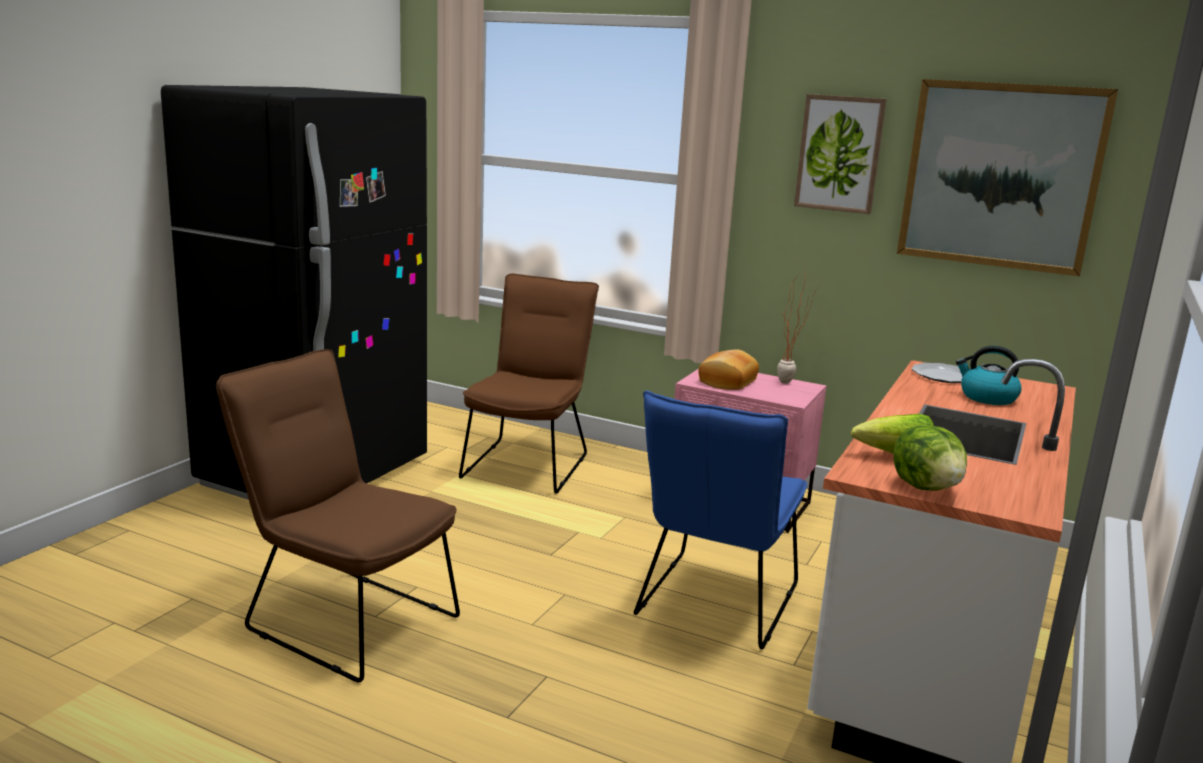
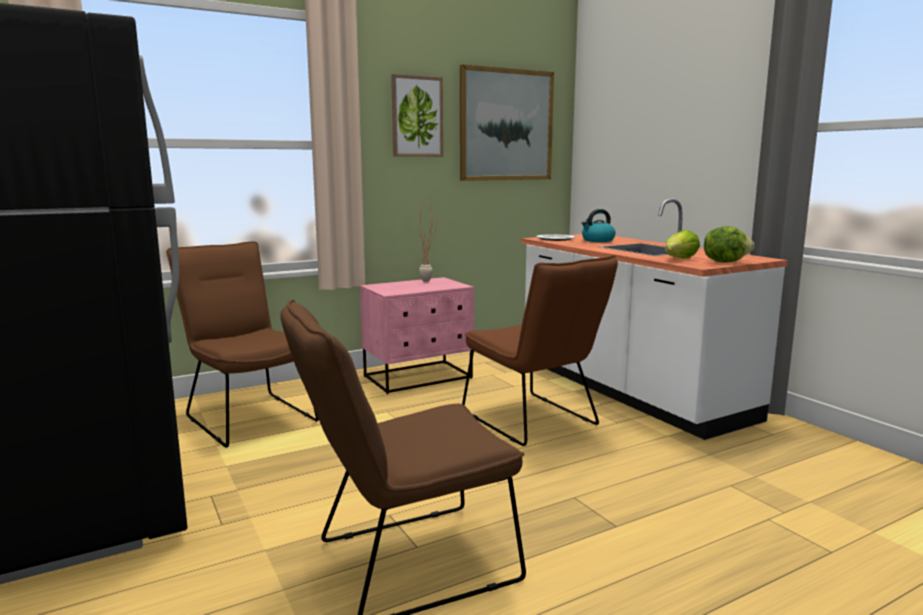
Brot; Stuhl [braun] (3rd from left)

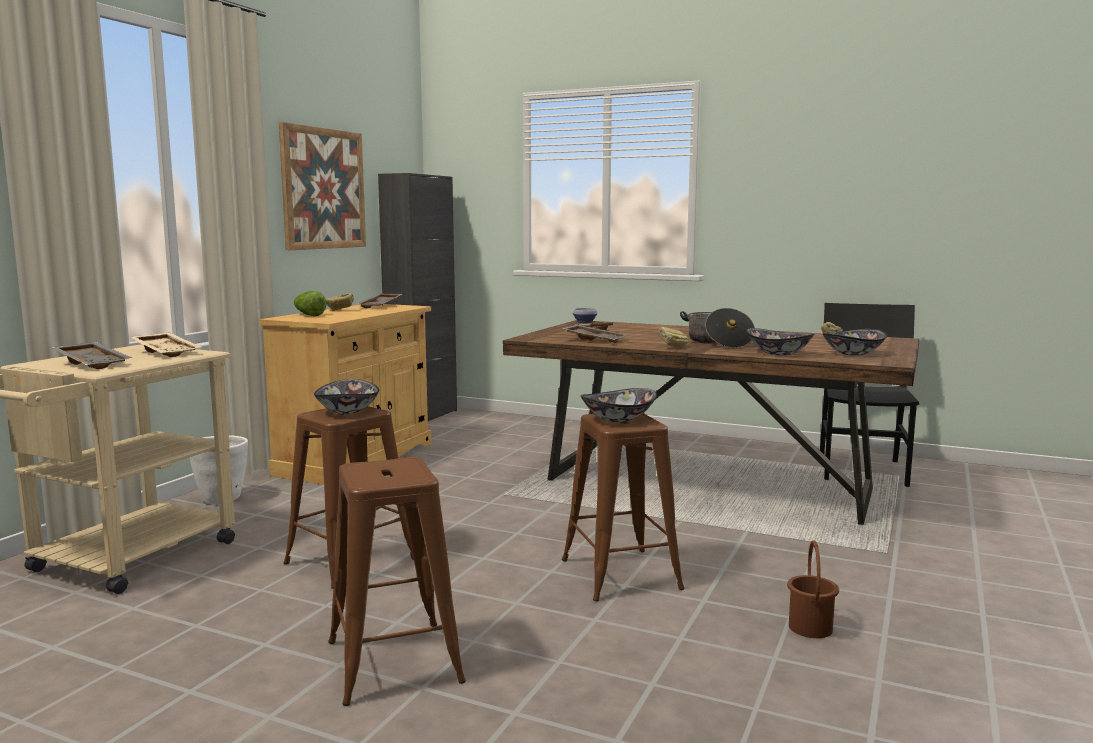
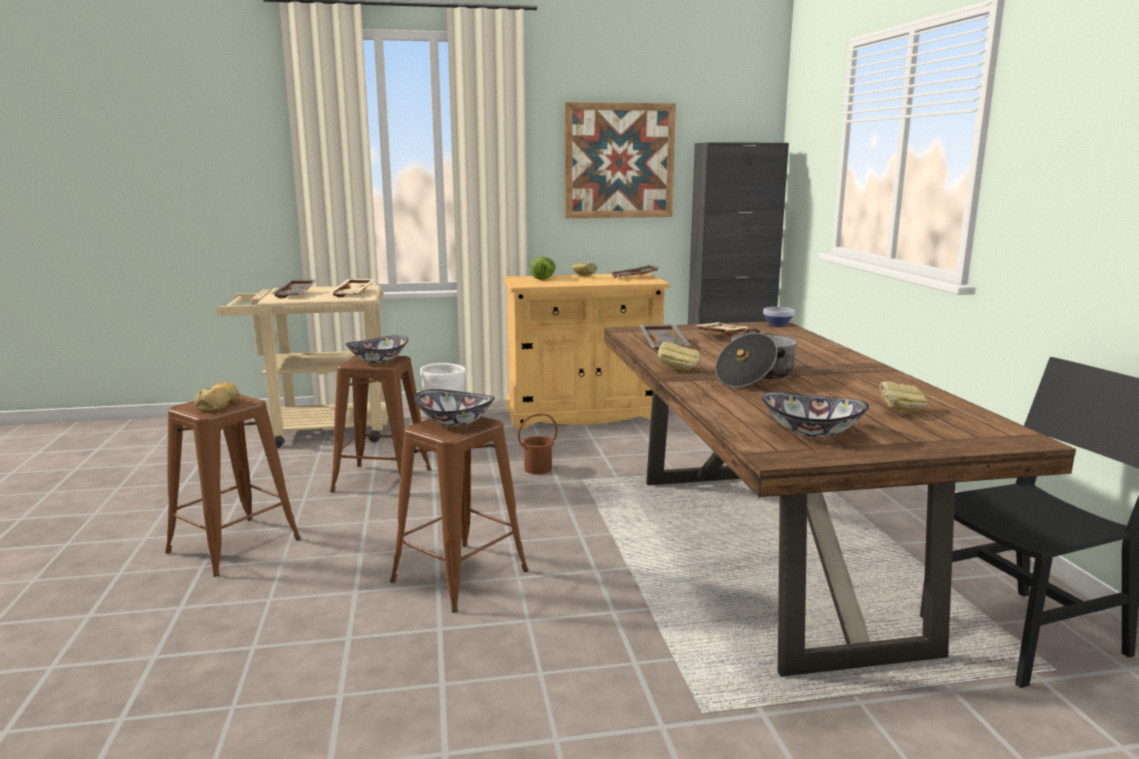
Schüssel (4th from left in the first image); Eimer [braun]; Brot (1st from left)

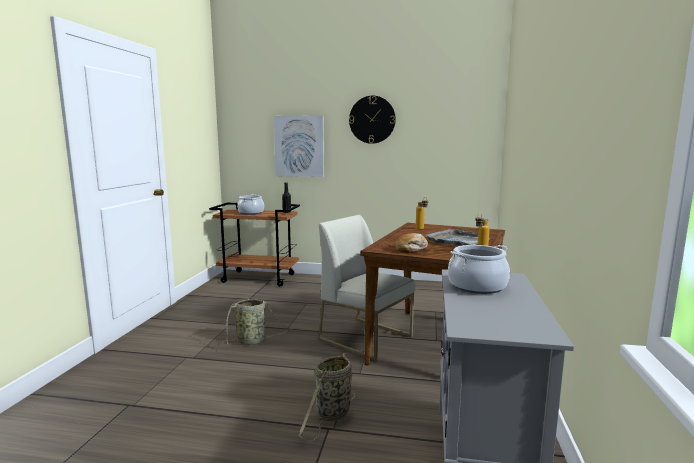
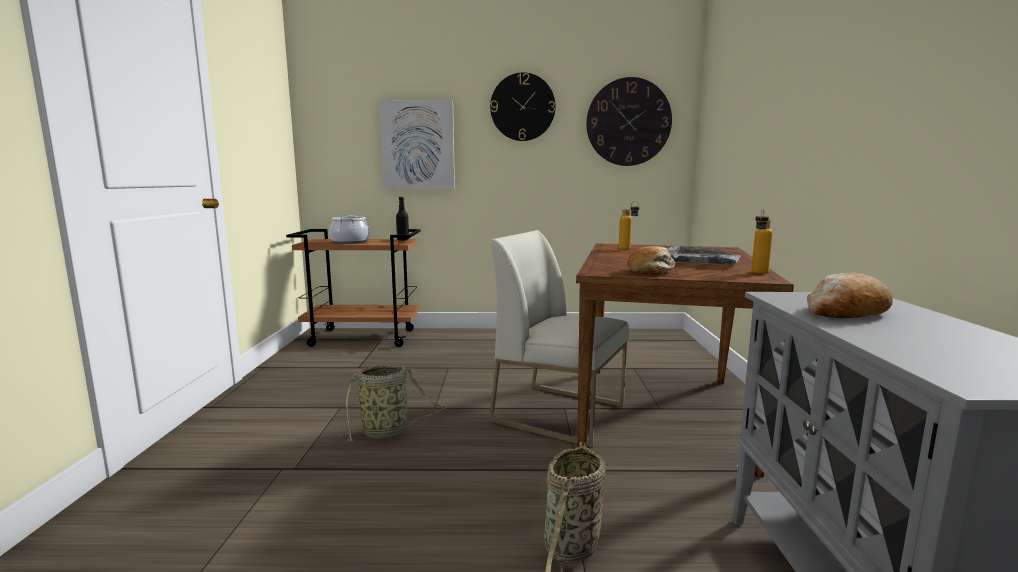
Brot (2nd from left); Wanduhr (2nd from left)

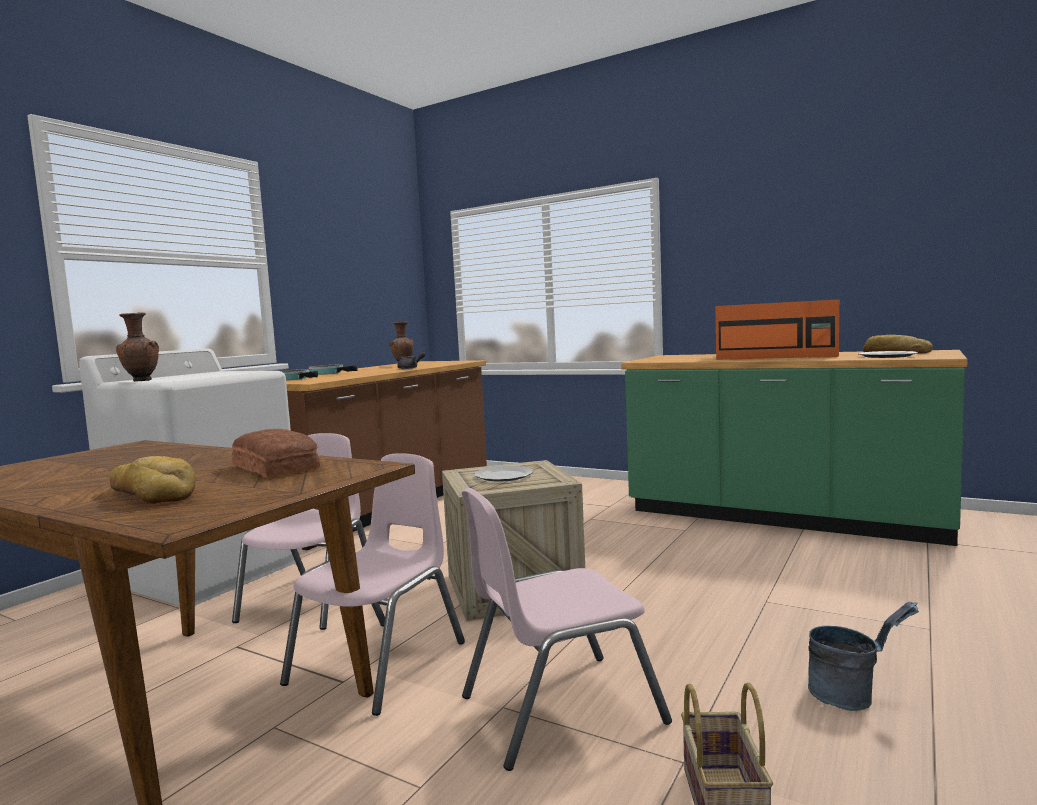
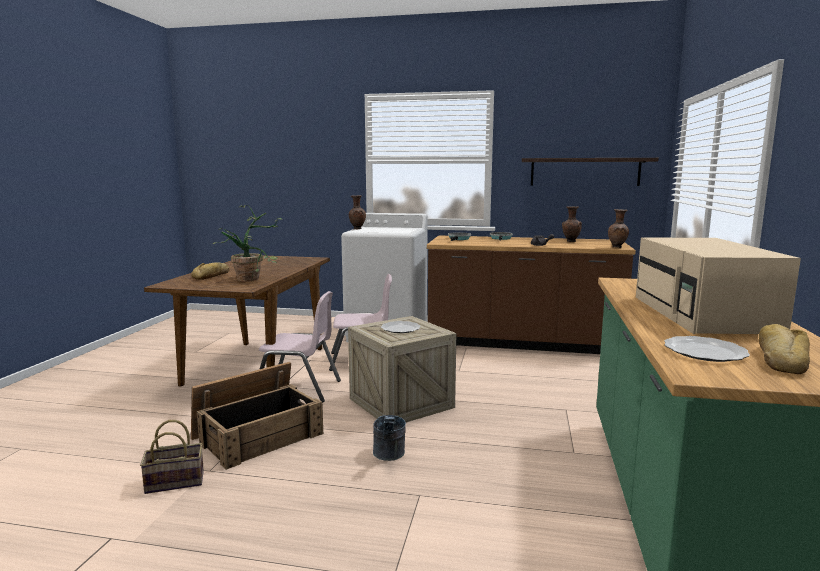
Mikrowelle [beige]; Topfpflanze; Kiste (1st from left); Eimer [grau]; Wandregal; Vase [braun] (3rd from left)

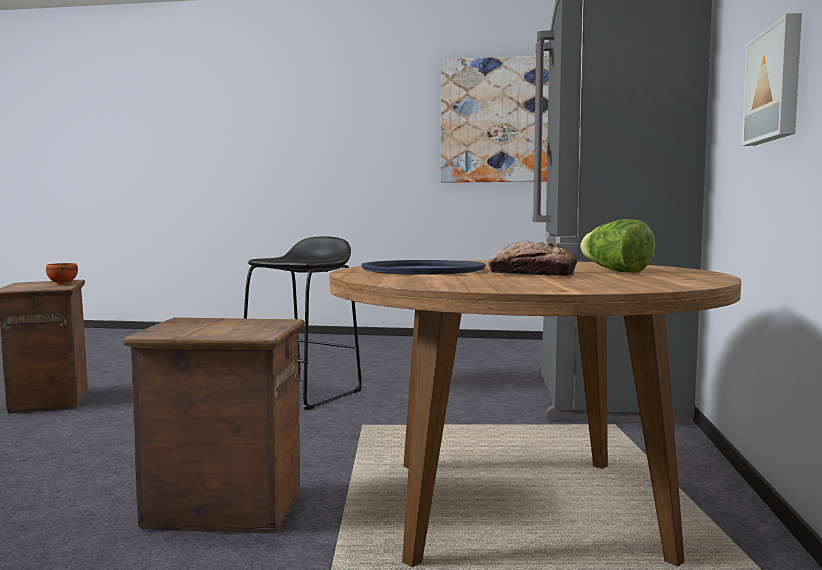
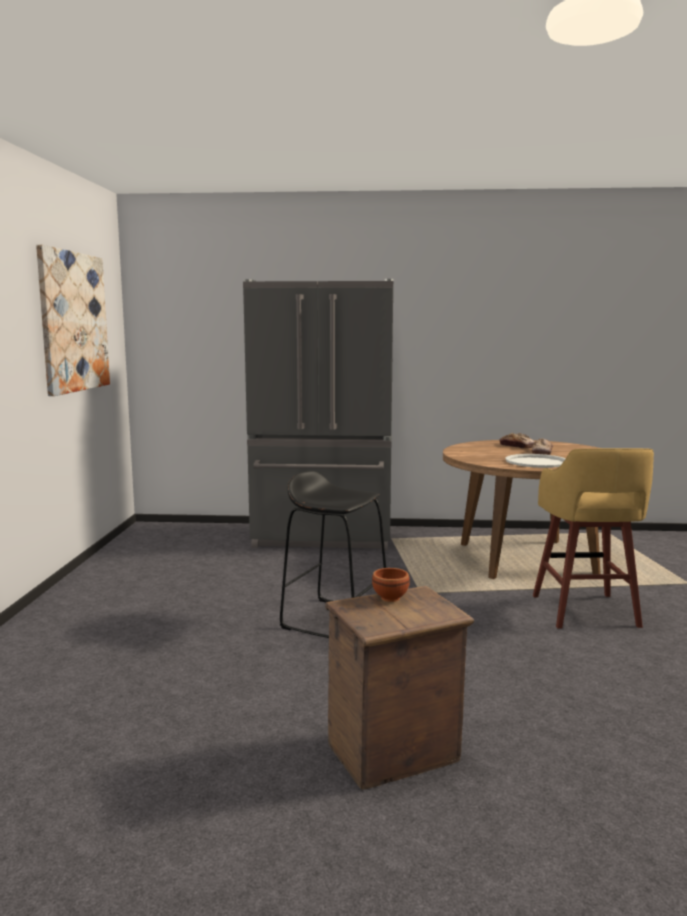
Bild (2nd from left in the first image); Brot (1st from left); Tablett [weiß]; Hocker [gelb]

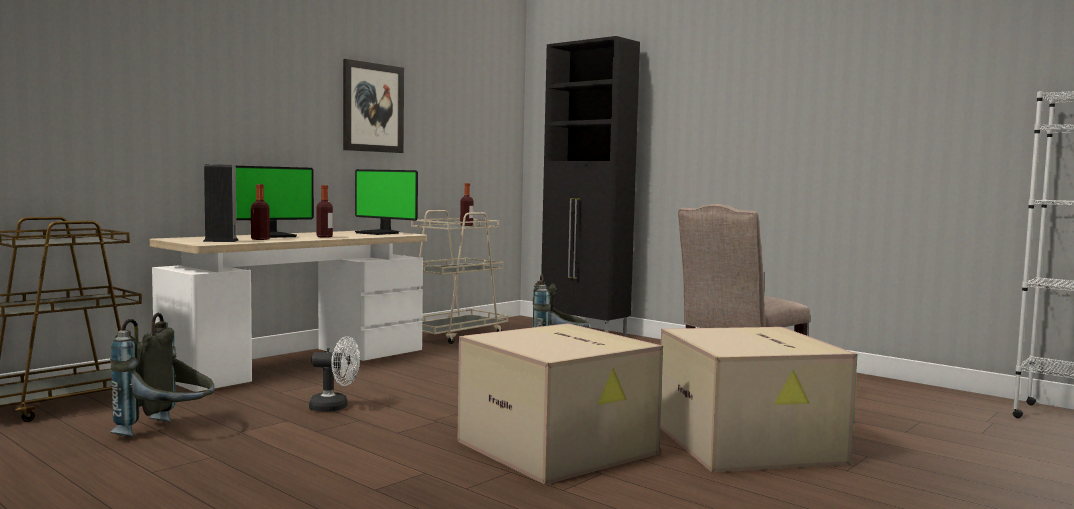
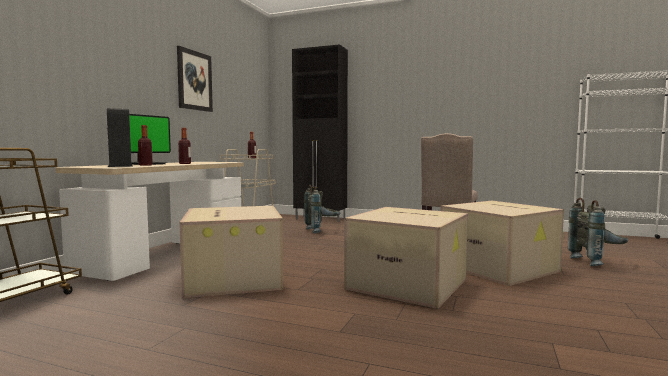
Monitor (2nd from left in the first image); Rucksack [grau] (2nd from left); Karton (1st from left)

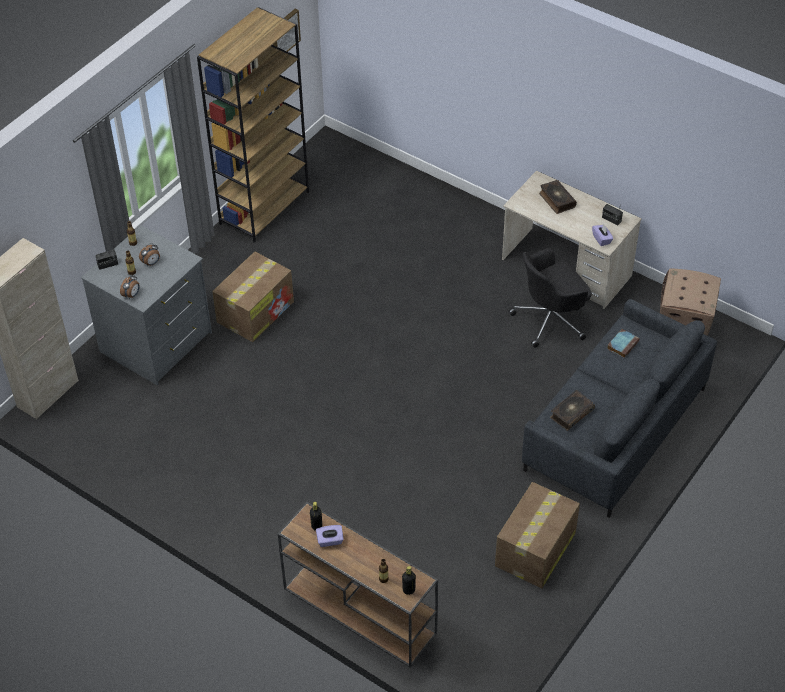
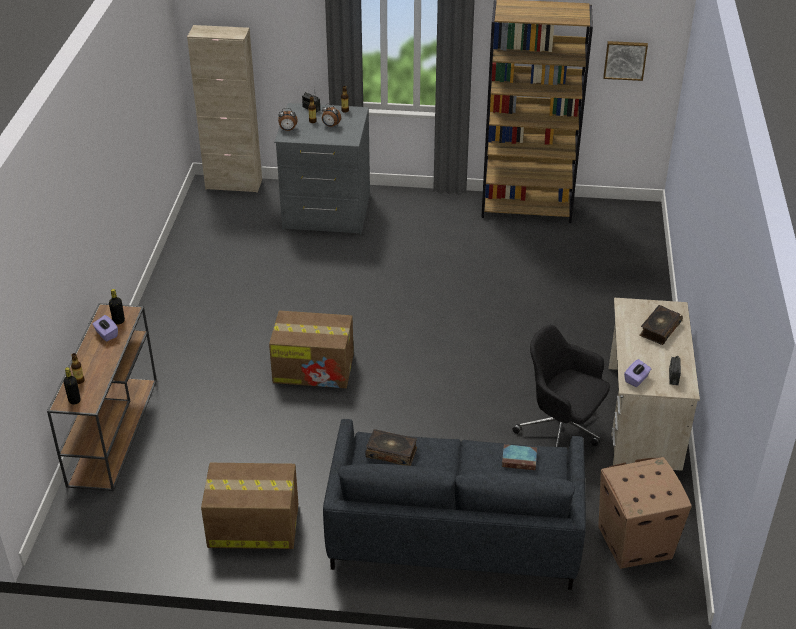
Karton (2nd from left)

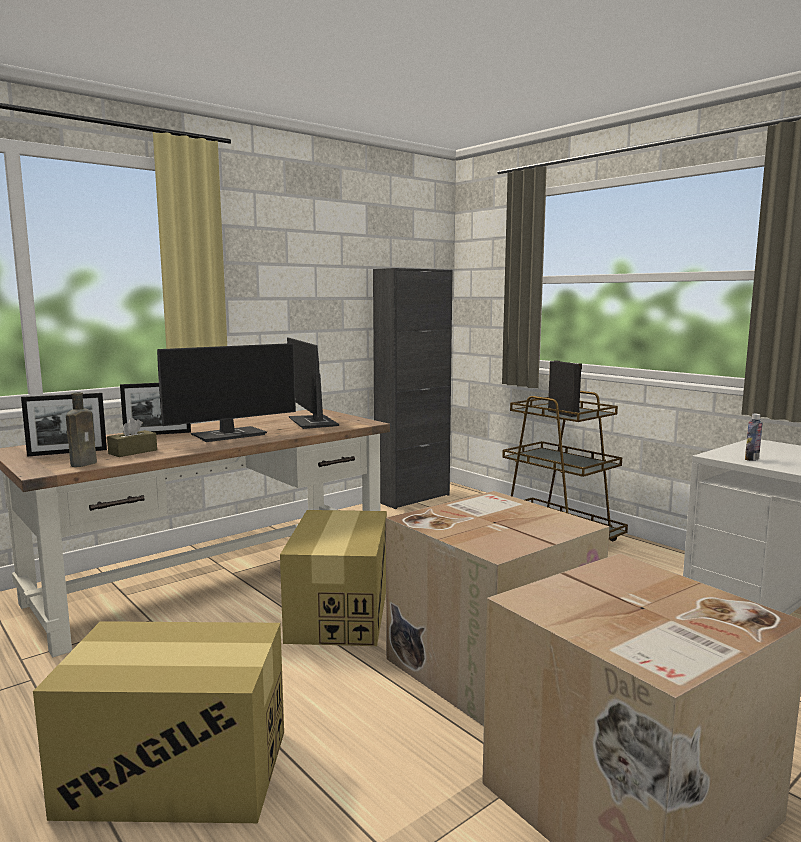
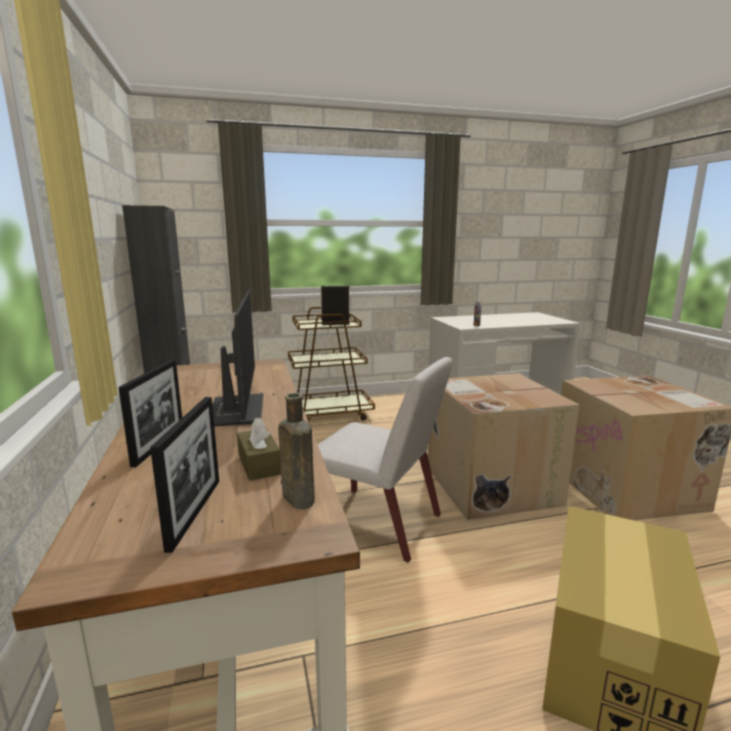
Monitor (2nd from left in the first image); Stuhl [weiß]

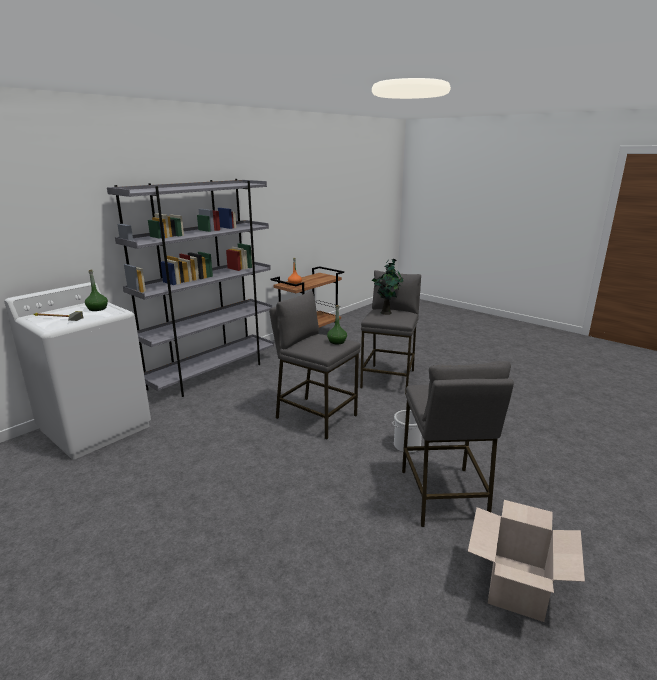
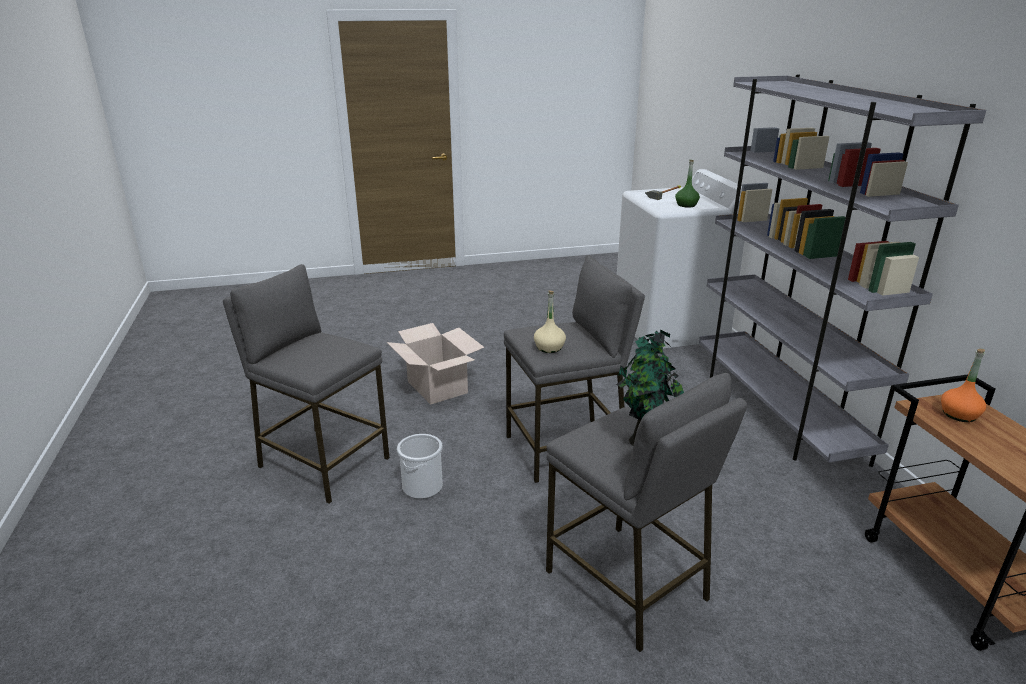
Flasche [beige]; Karton

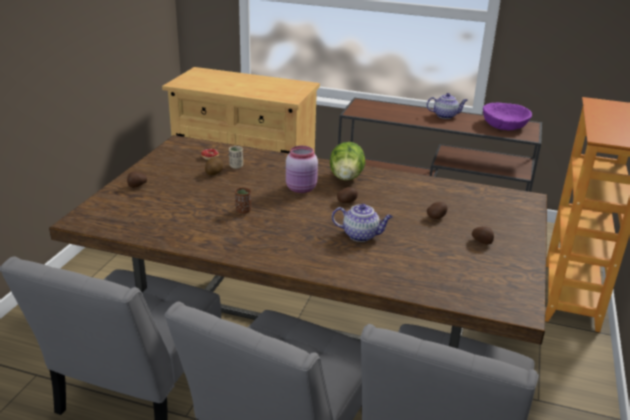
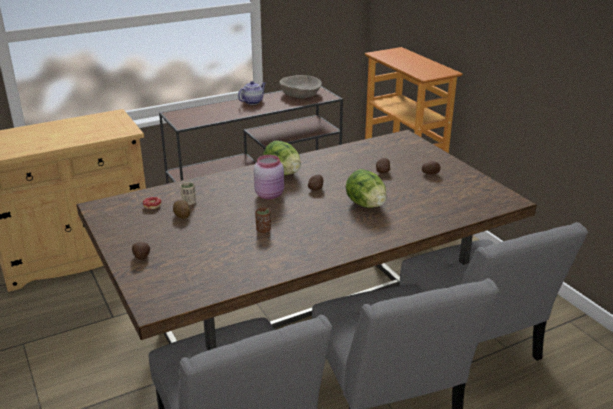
Schüssel [beige]; Salatkopf (2nd from left)

